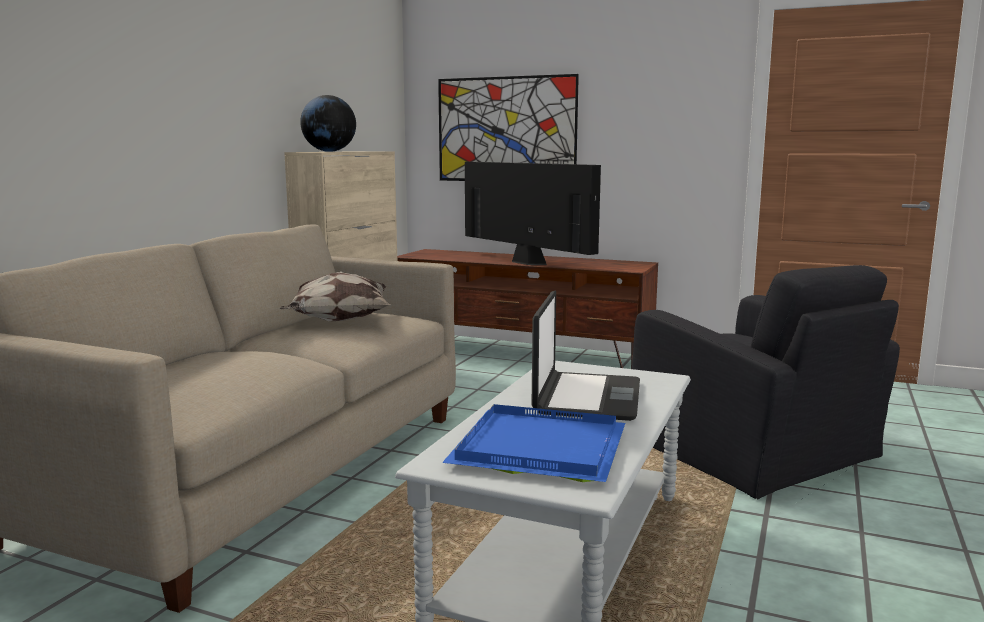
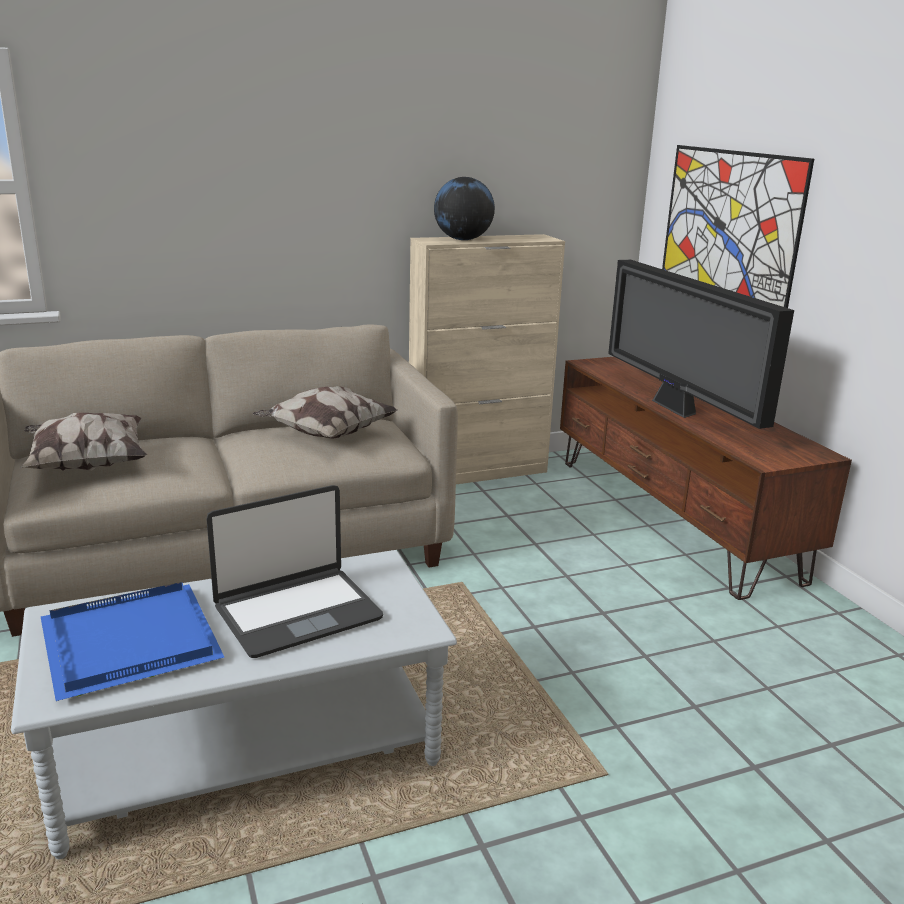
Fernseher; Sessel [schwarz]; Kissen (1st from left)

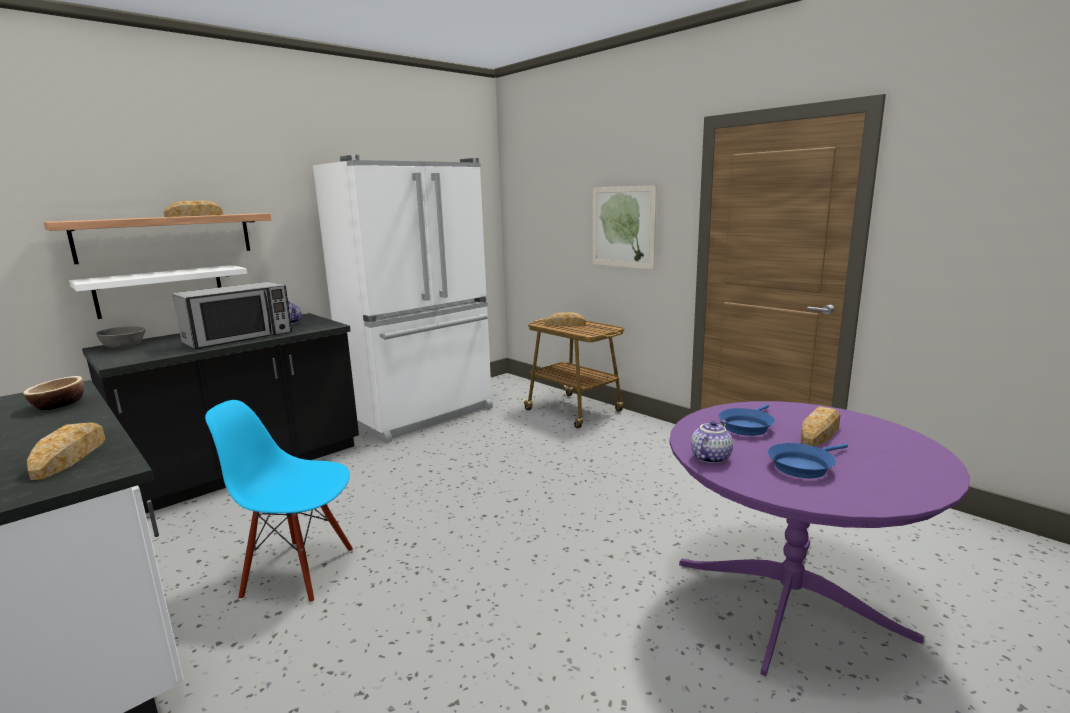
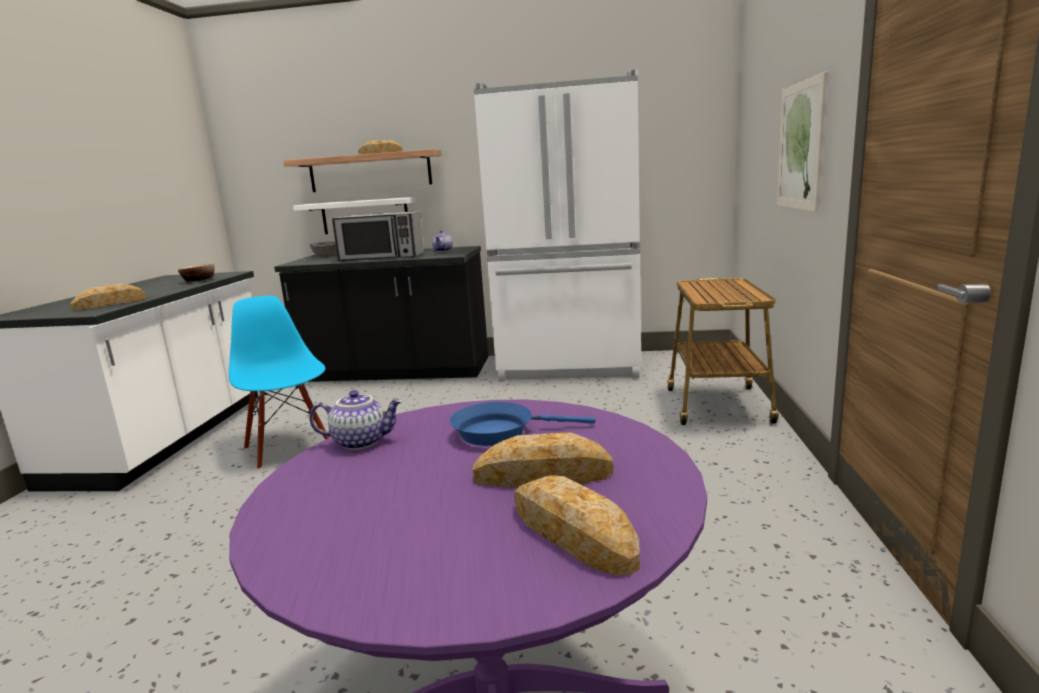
Brot (4th from left); Pfanne [blau] (2nd from left in the first image)

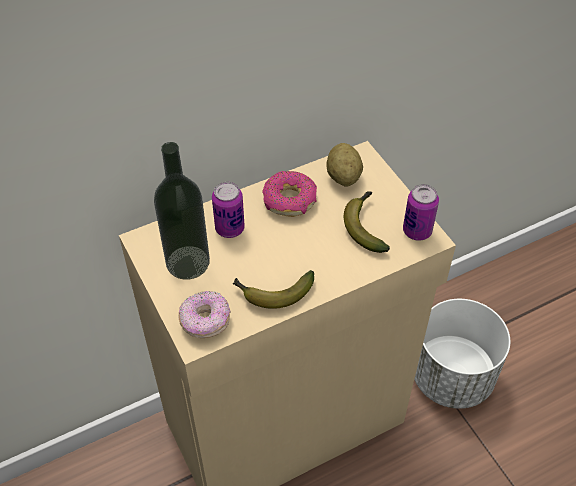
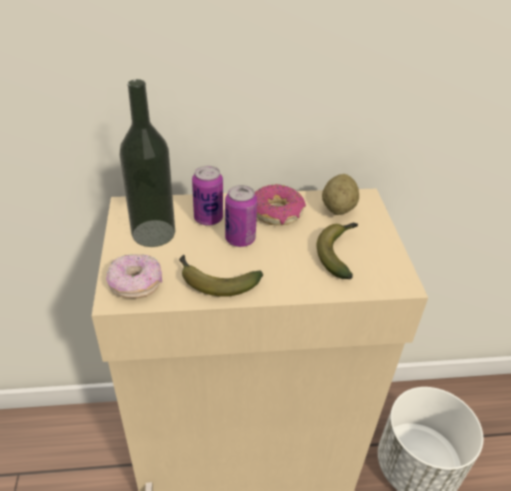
Dose (2nd from left)

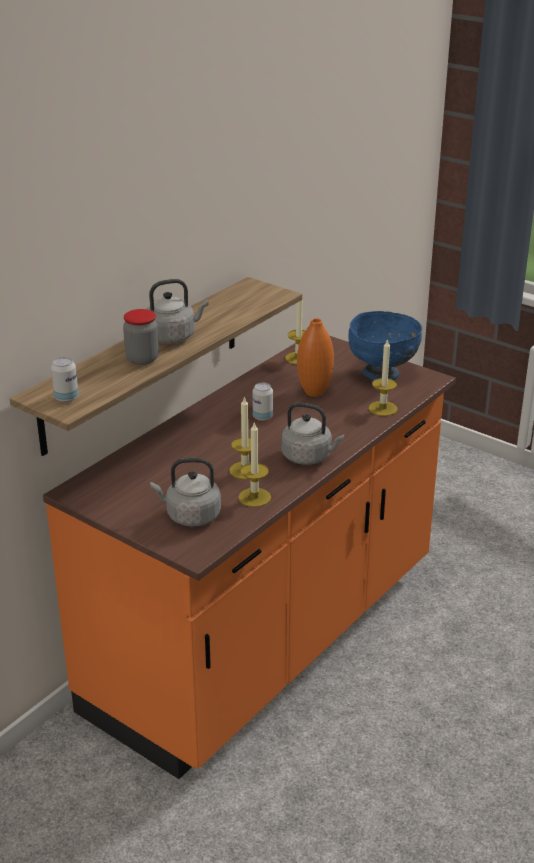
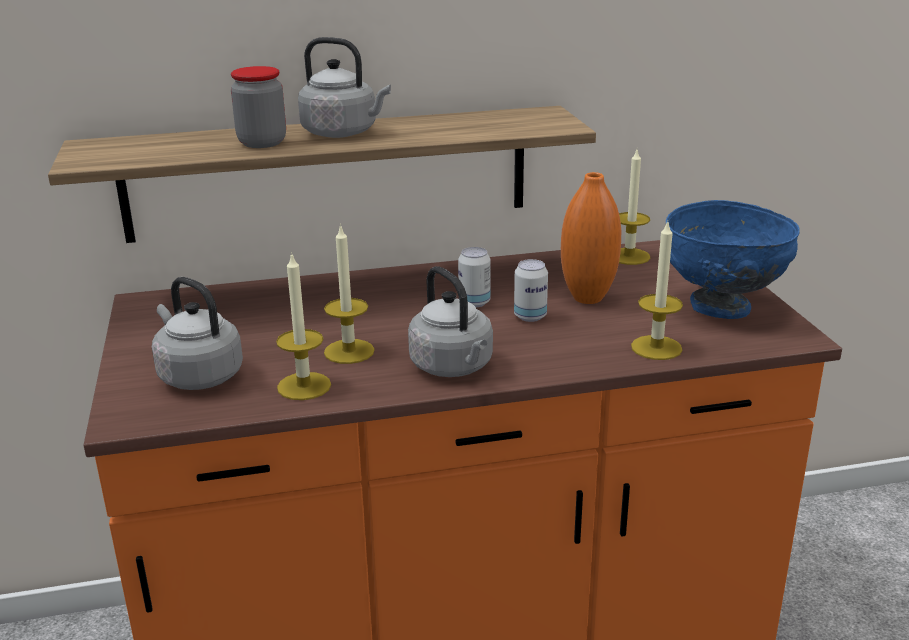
Dose (2nd from left)

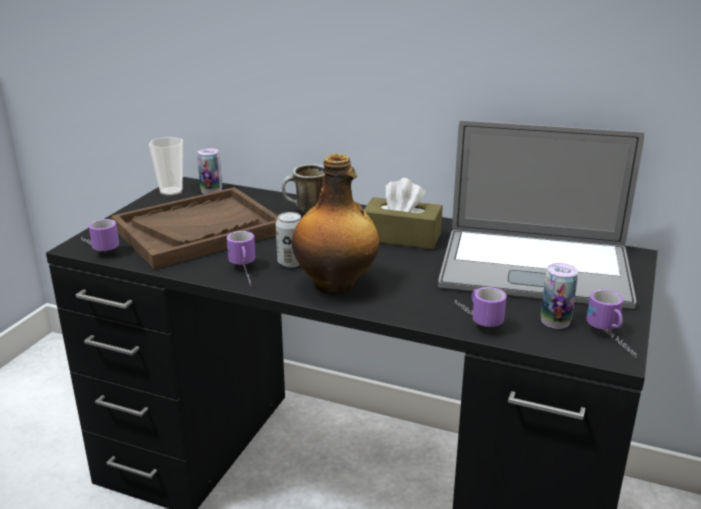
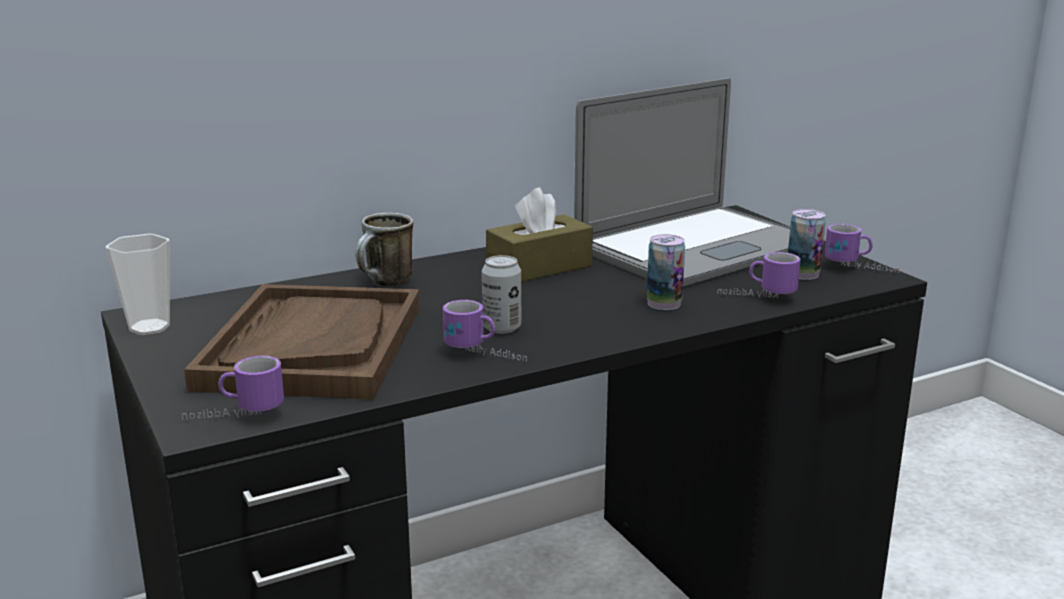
Dose (2nd from left); Flasche

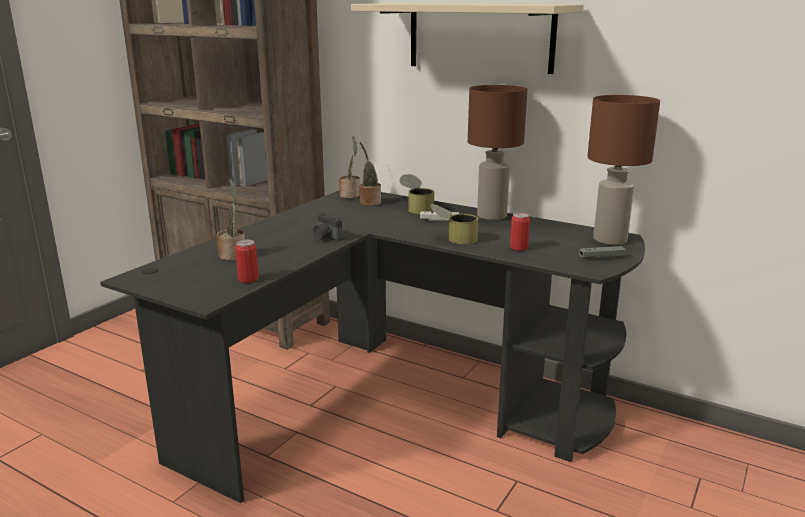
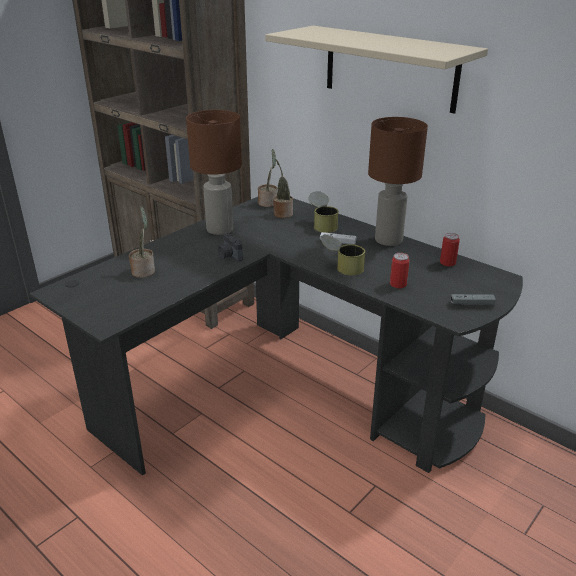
Tischlampe [braun] (1st from left); Dose (4th from left)

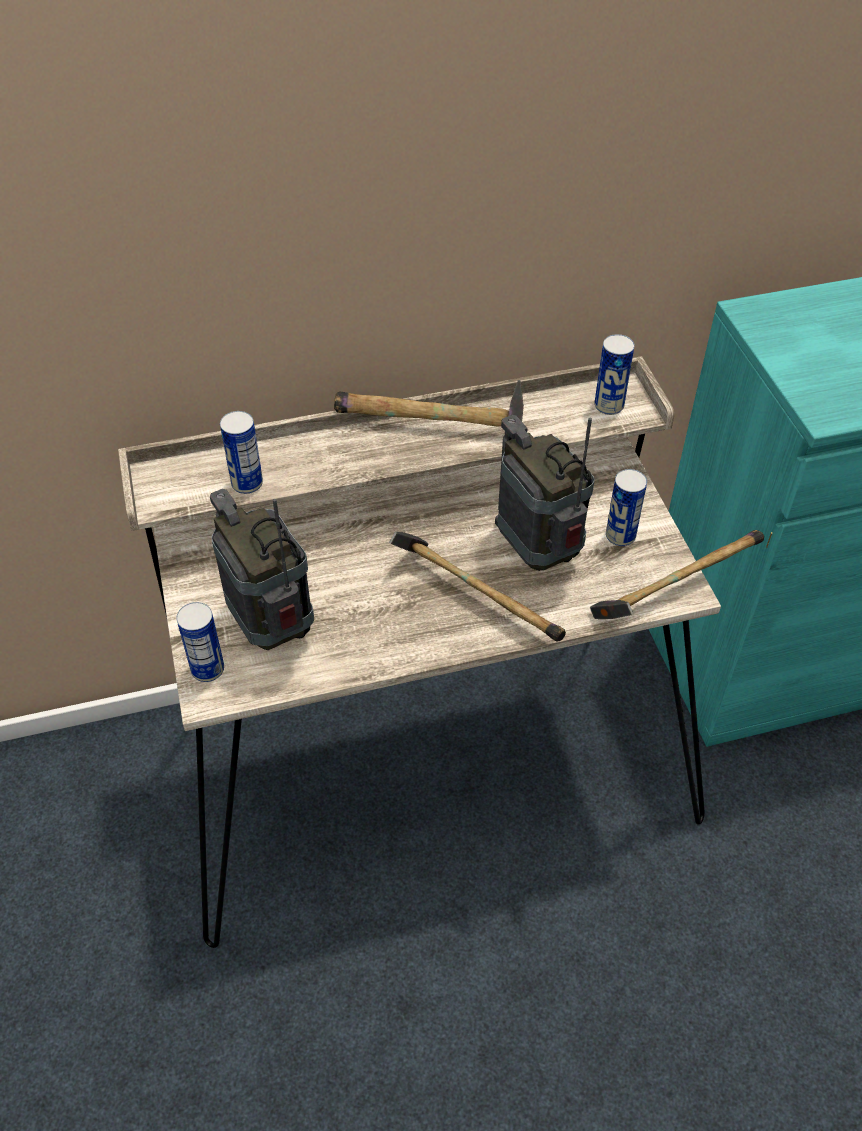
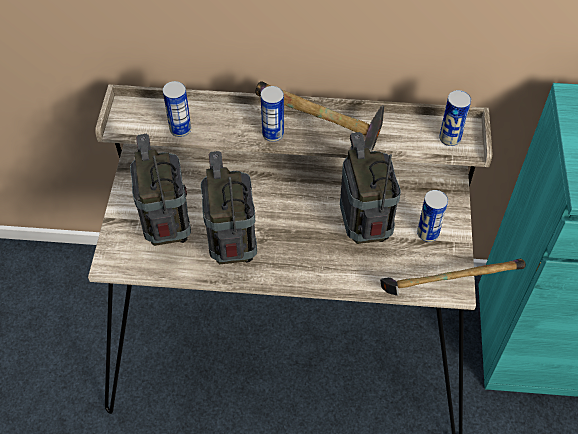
Hammer (2nd from left in the first image); Dose (2nd from left); Radio (2nd from left)

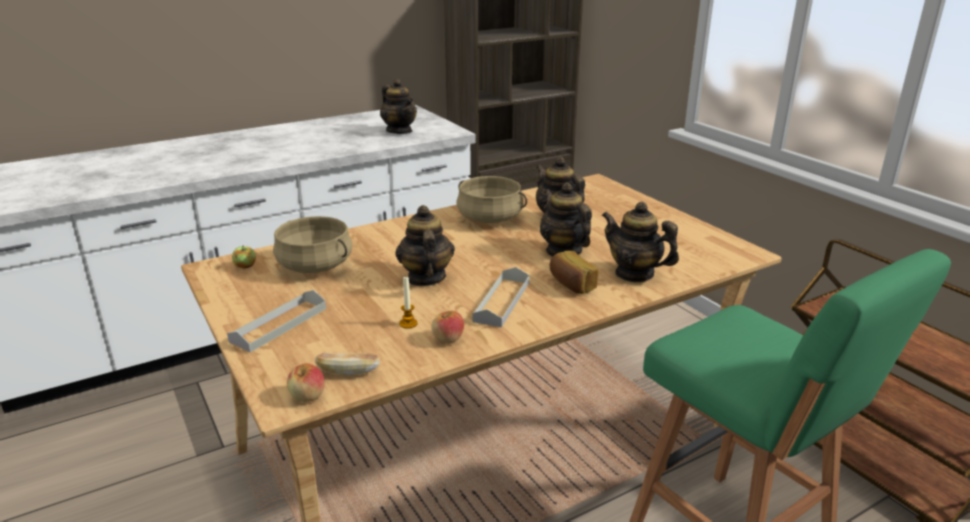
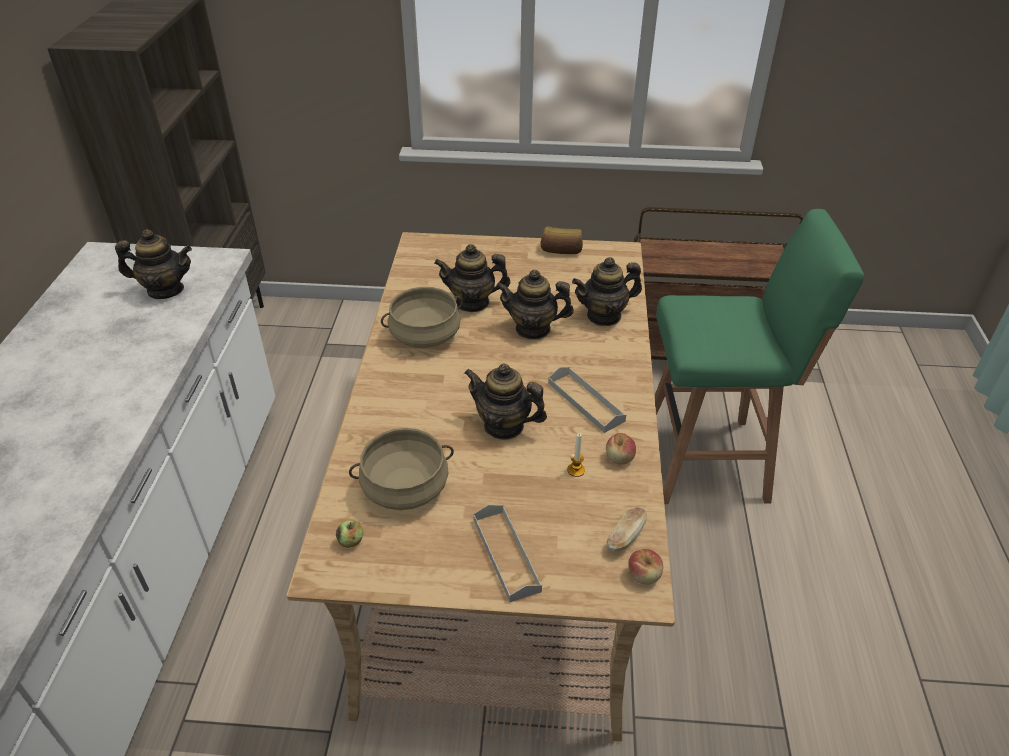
Brot (1st from left)

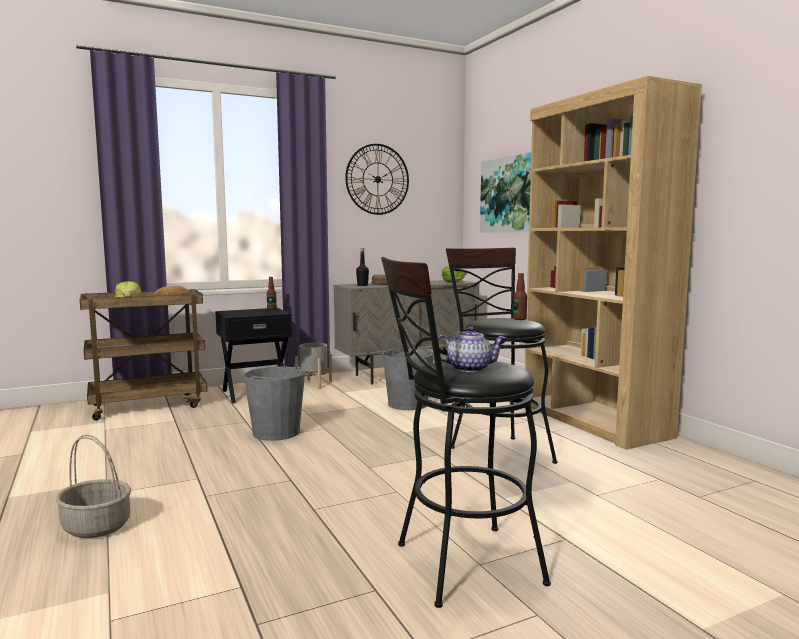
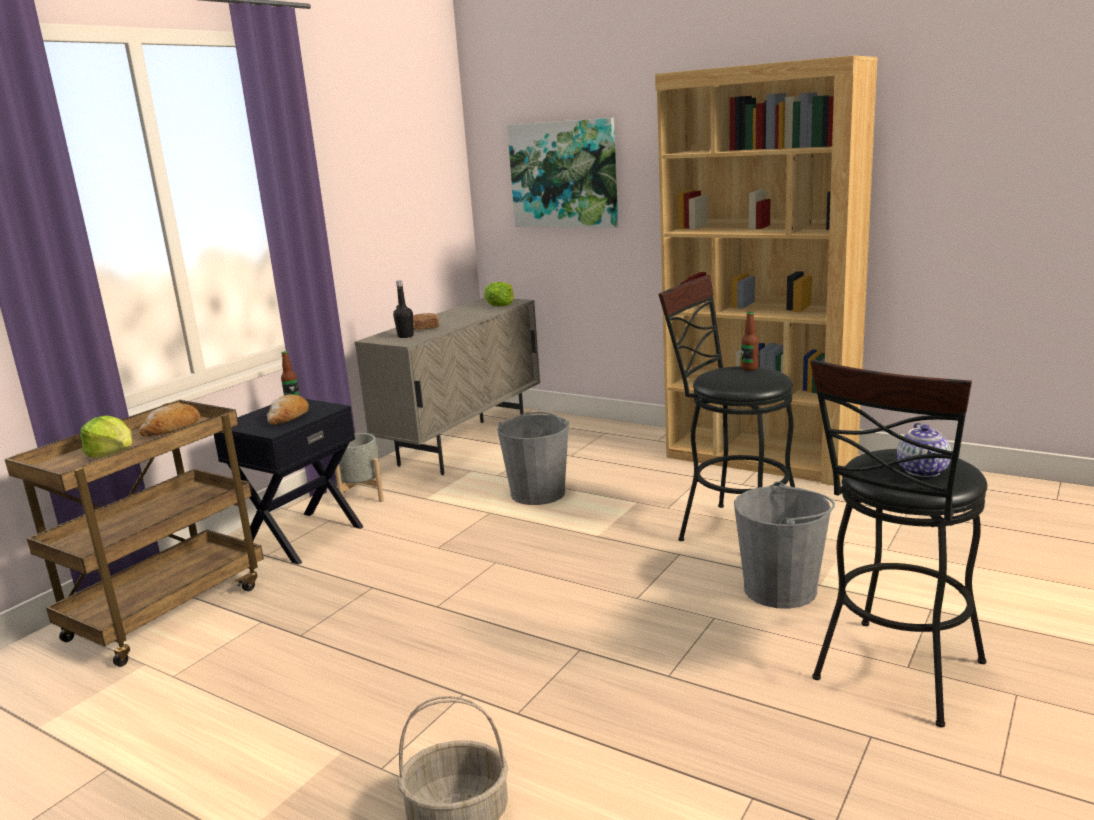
Wanduhr; Teekanne; Eimer [grau] (2nd from left); Brot (2nd from left)

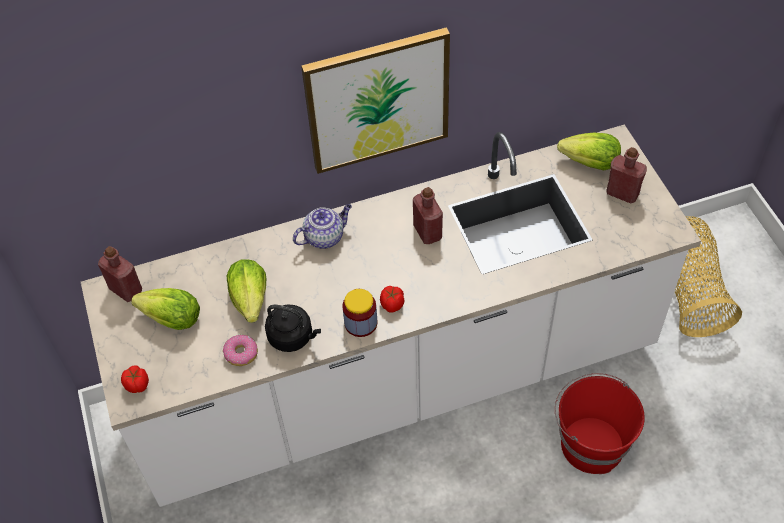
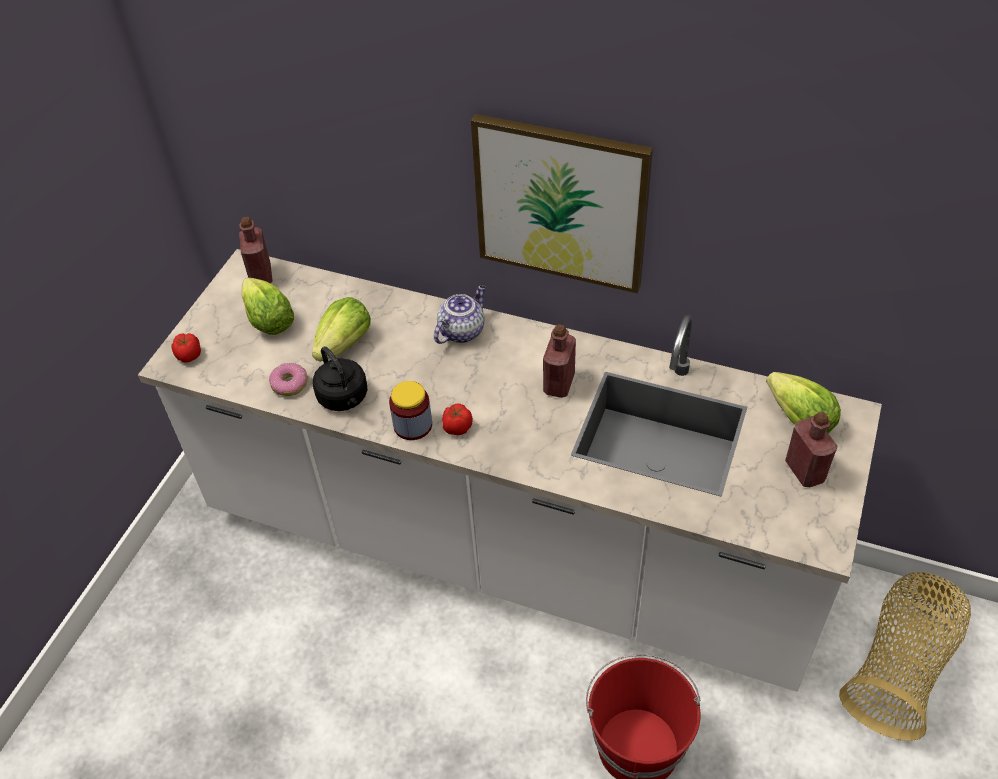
Teekanne

